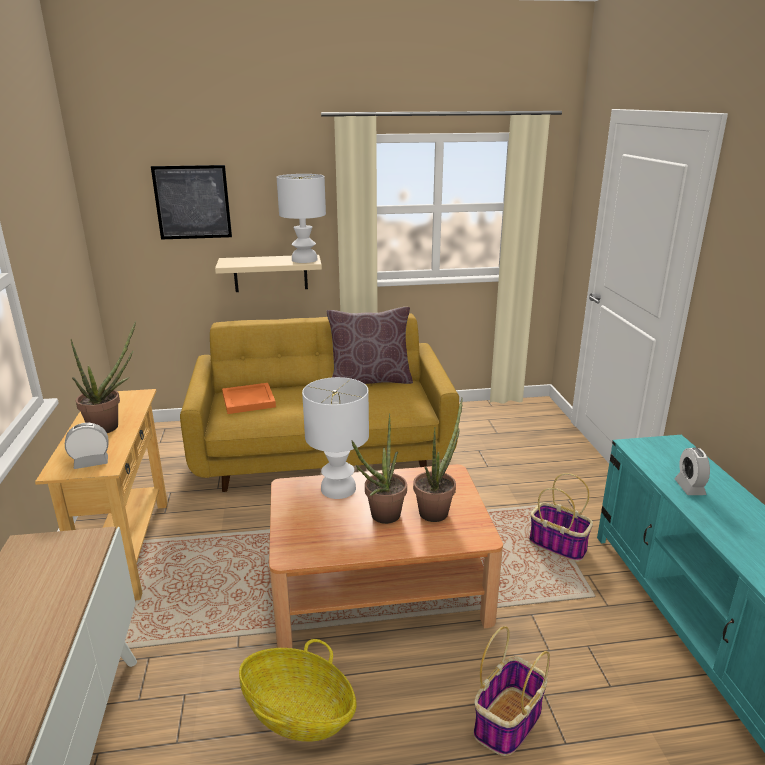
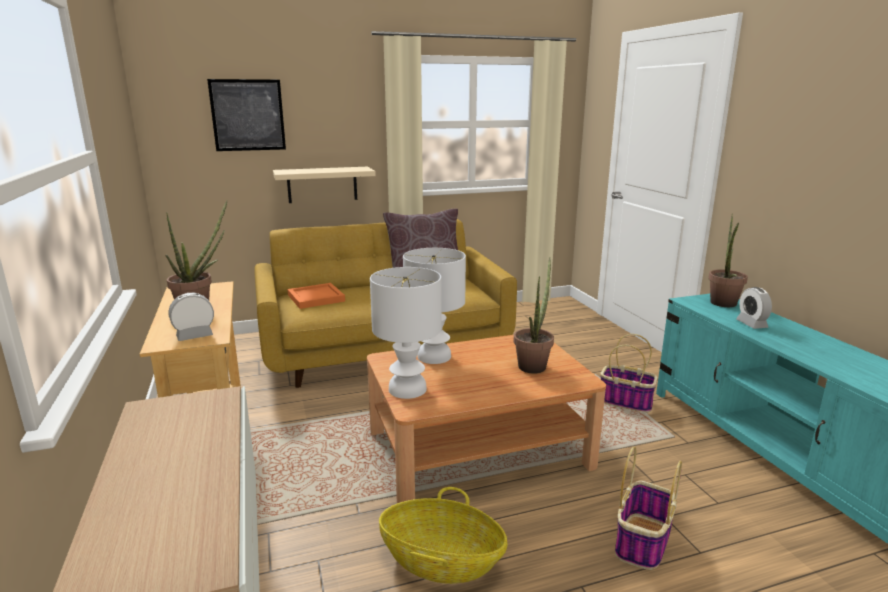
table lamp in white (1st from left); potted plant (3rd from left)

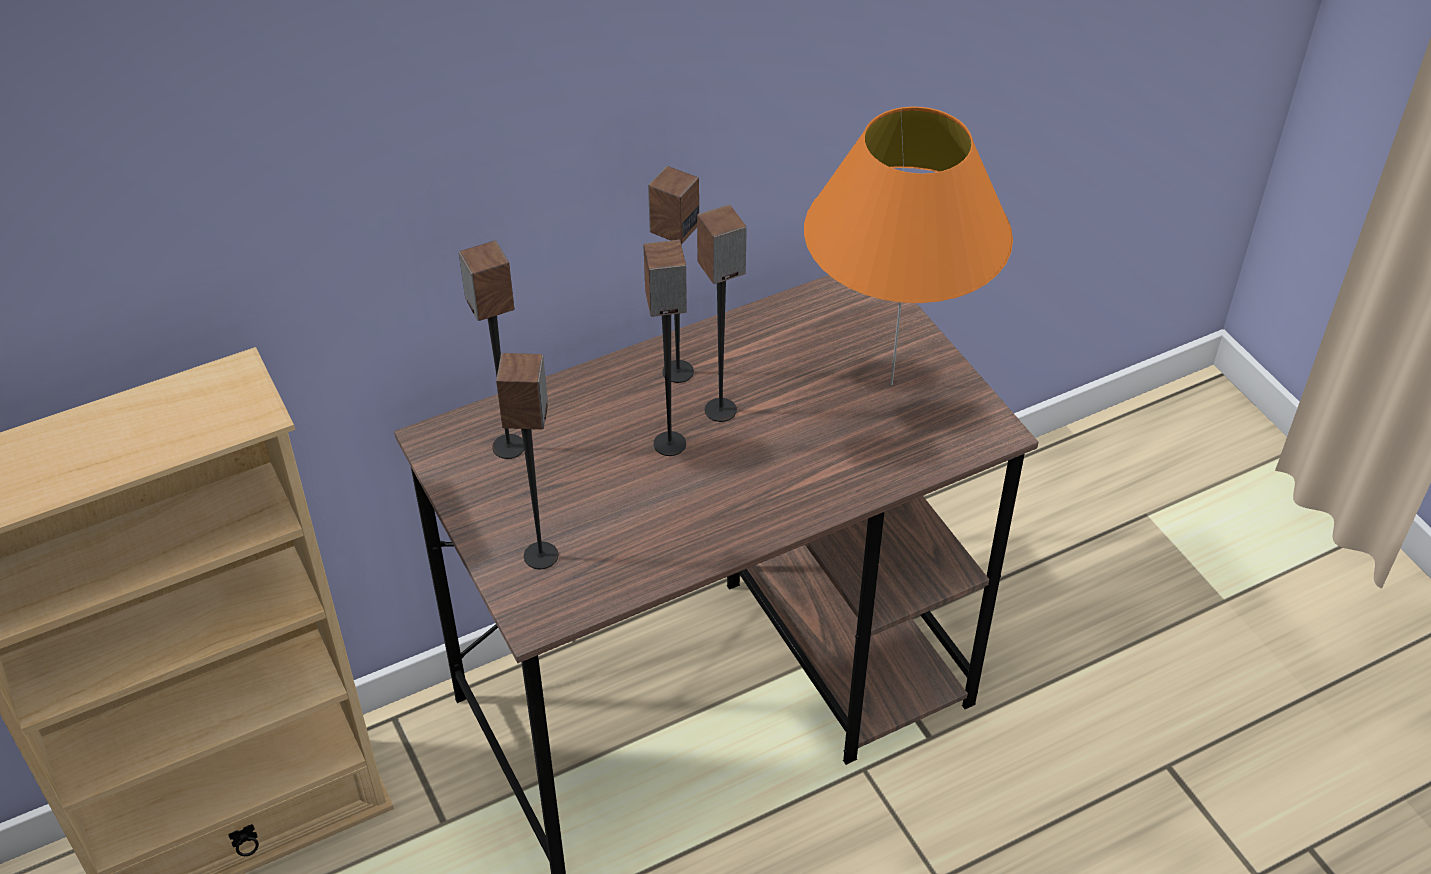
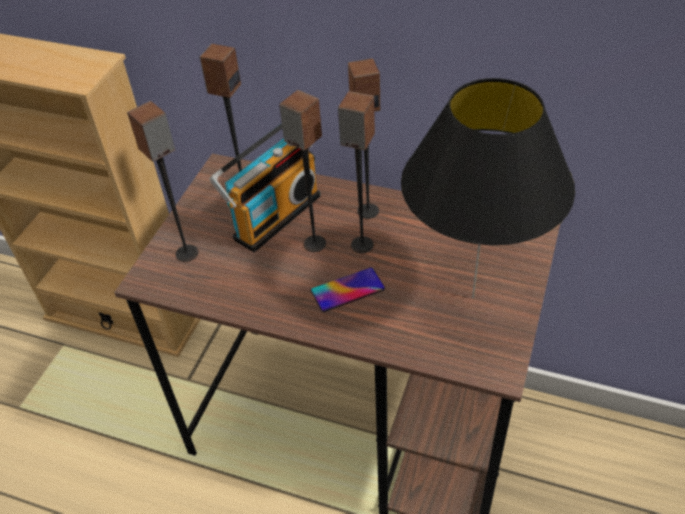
radio; phone; table lamp in black

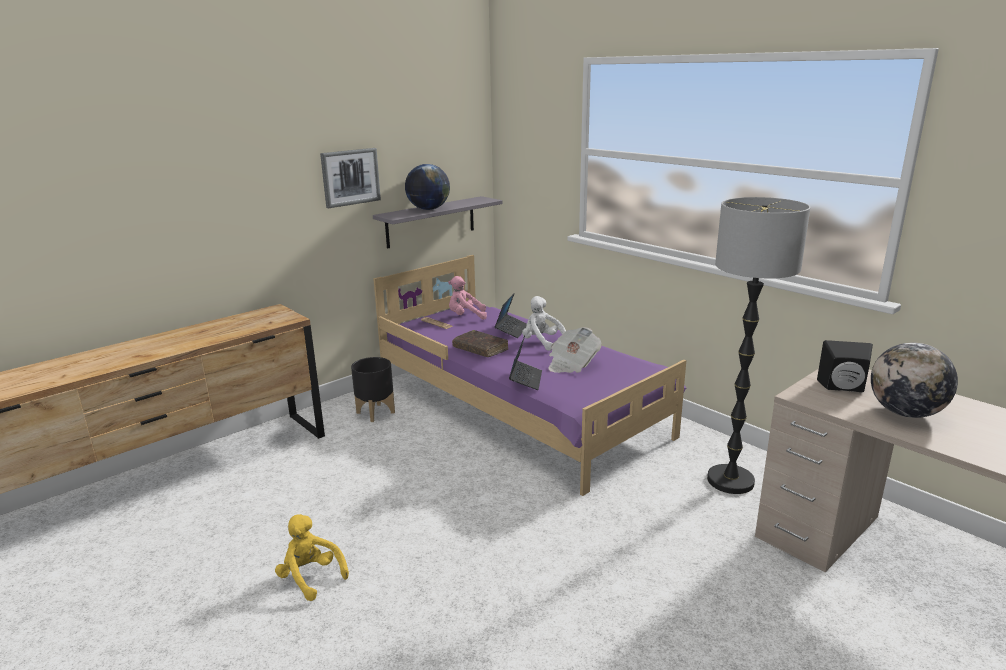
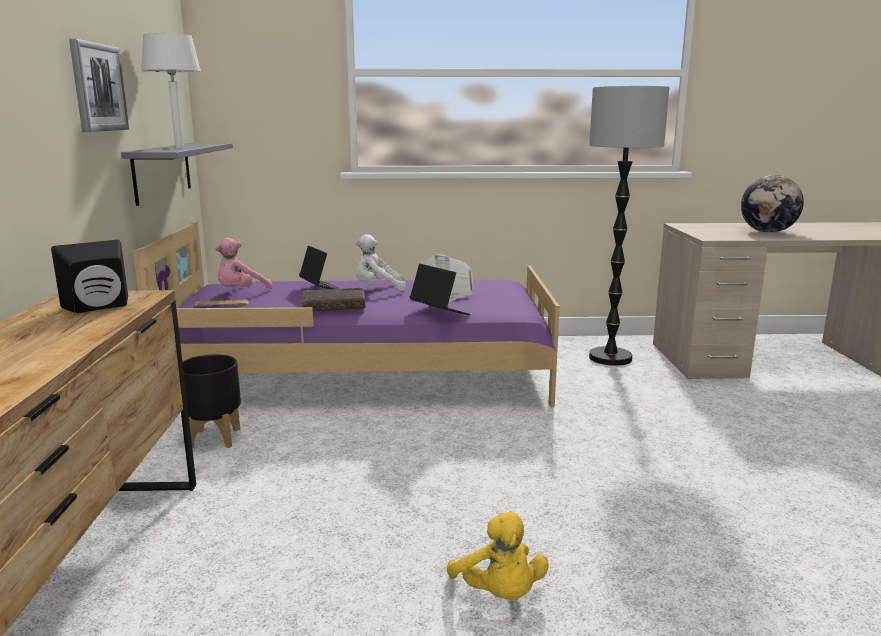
speaker in black; table lamp in white; plush toy in yellow

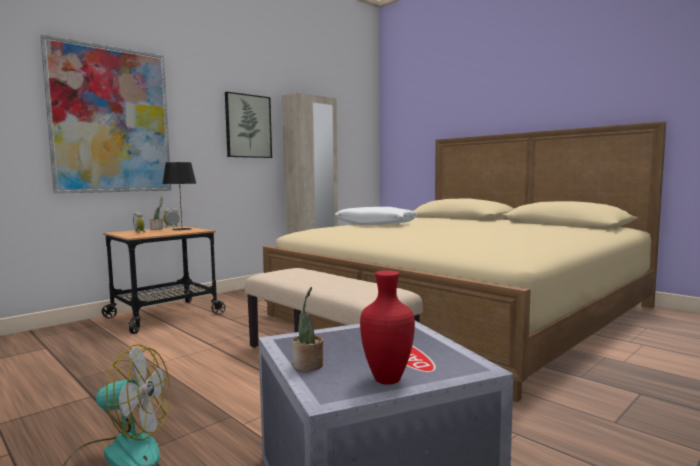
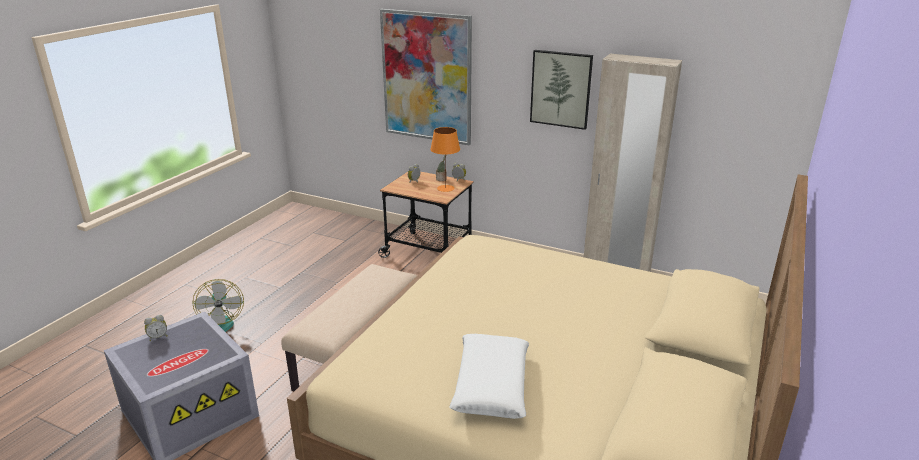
alarm clock (1st from left); table lamp in orange; pillow in white; vase in red

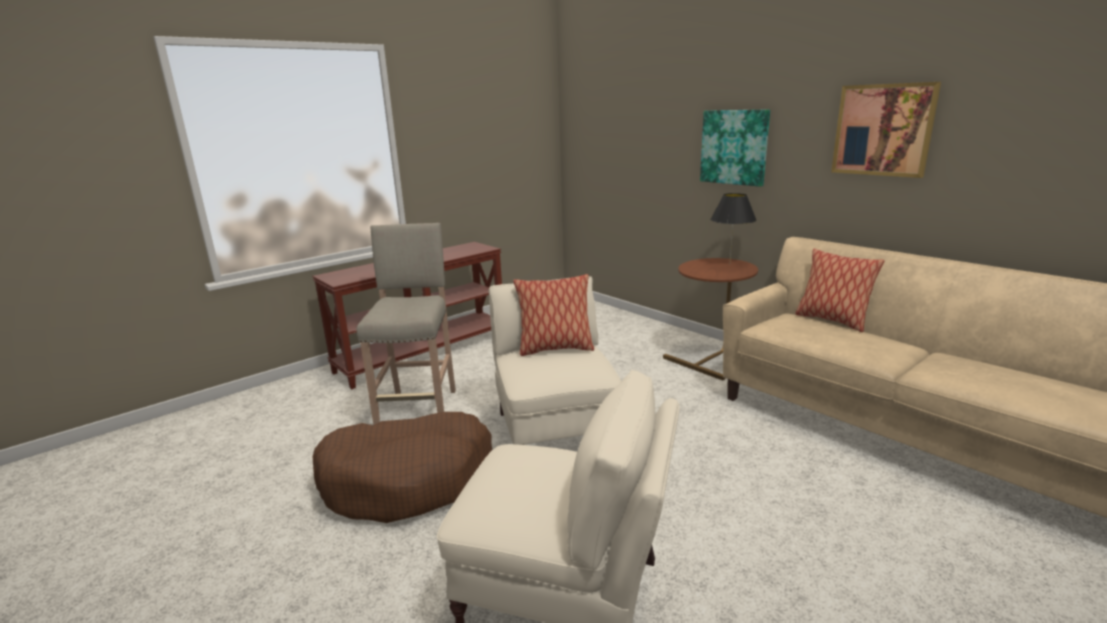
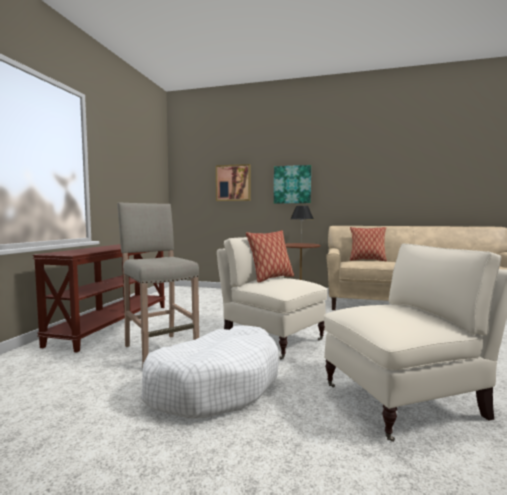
dog bed in white; picture (1st from left)

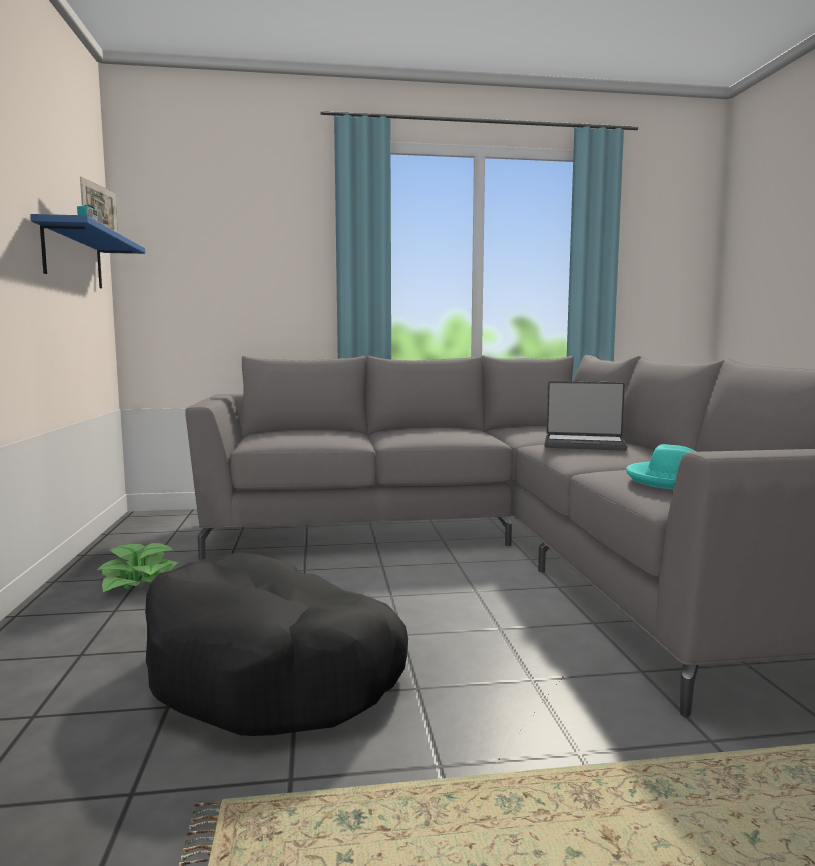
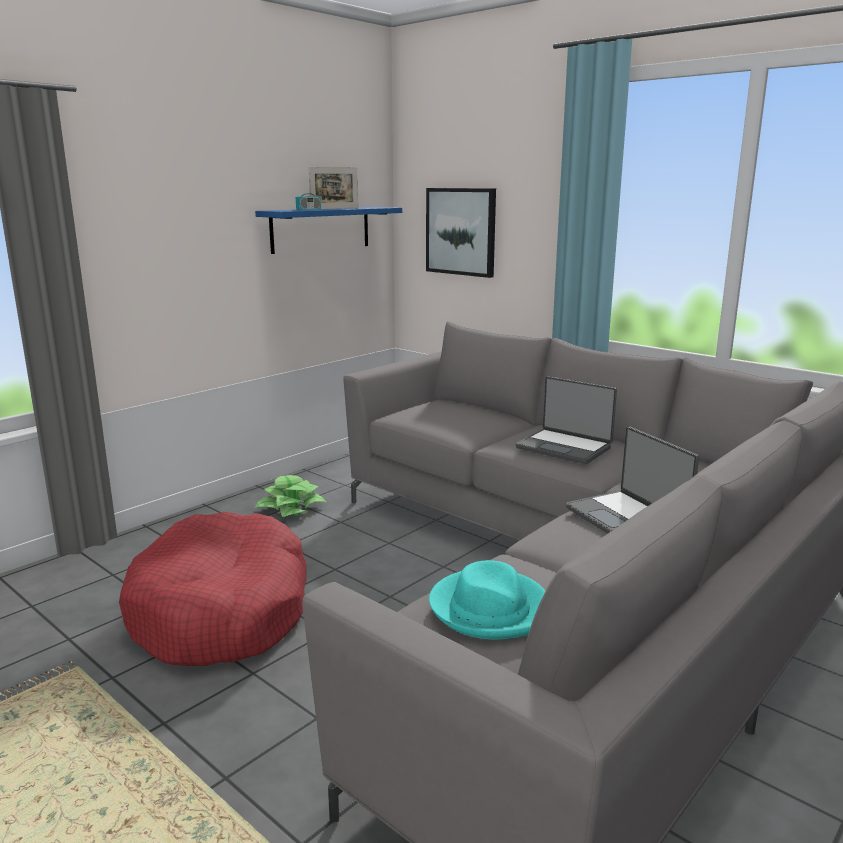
dog bed in red; picture; laptop (1st from left)

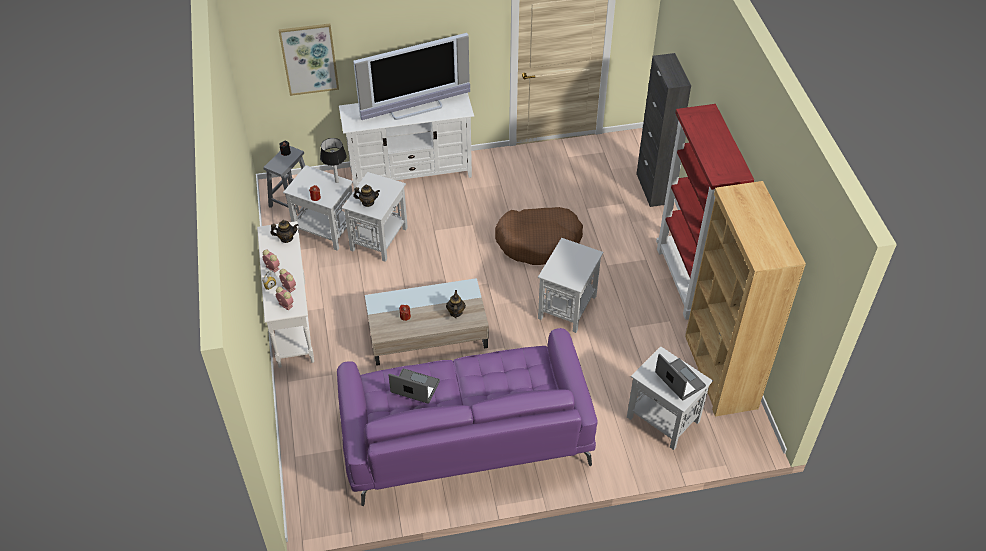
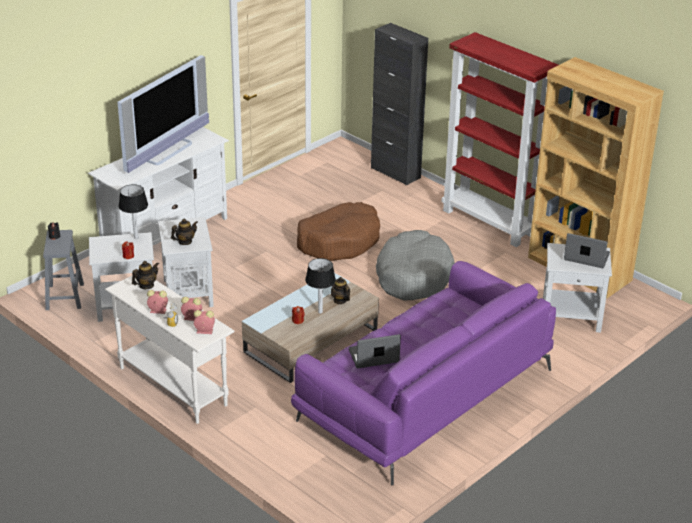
table lamp (2nd from left); dog bed in grey; picture

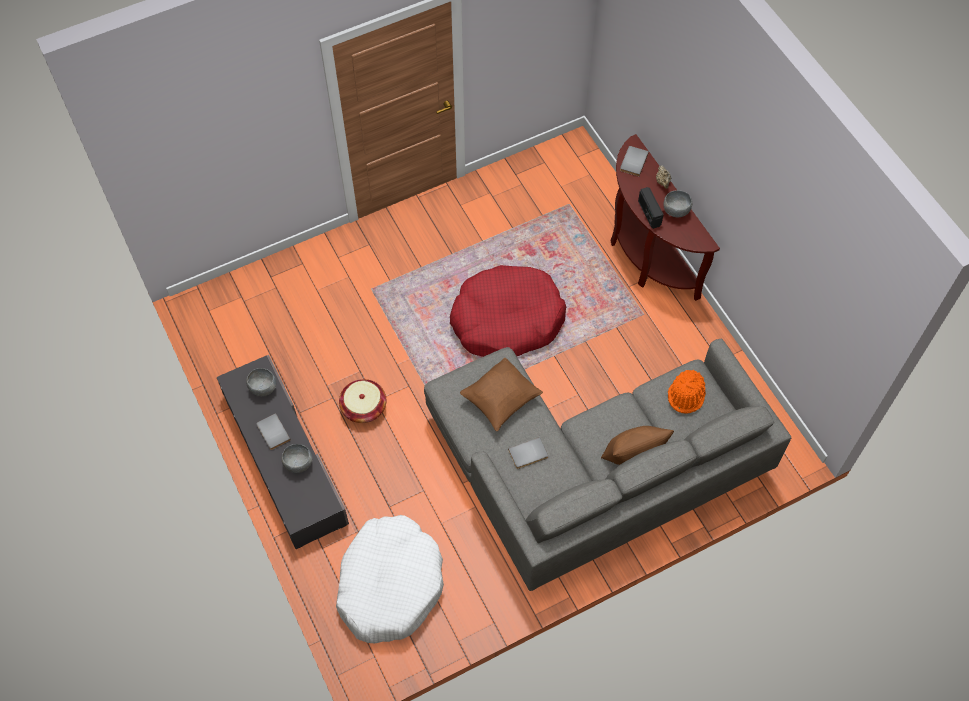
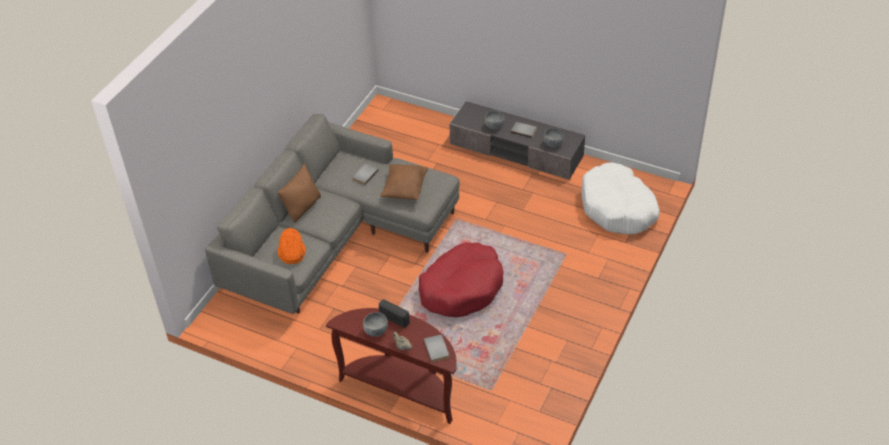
dog bed in white; basket

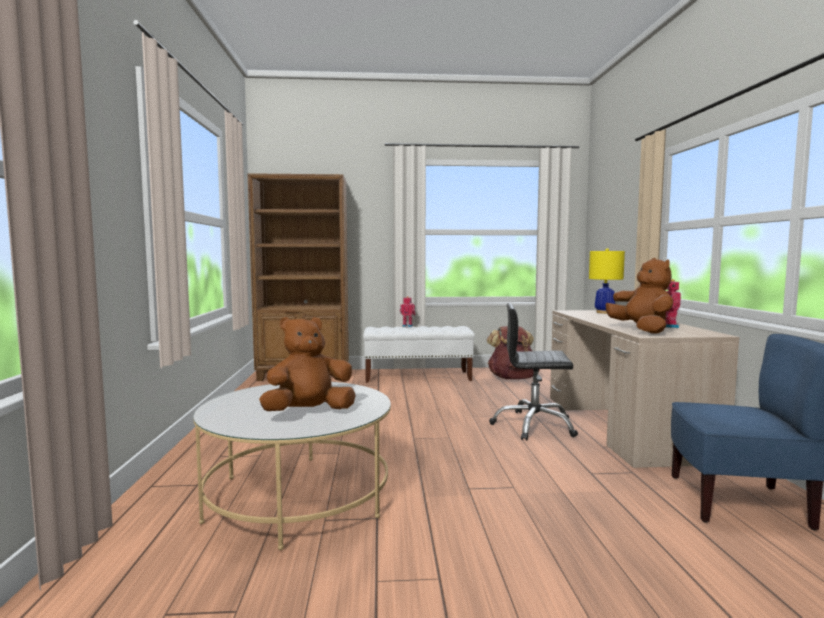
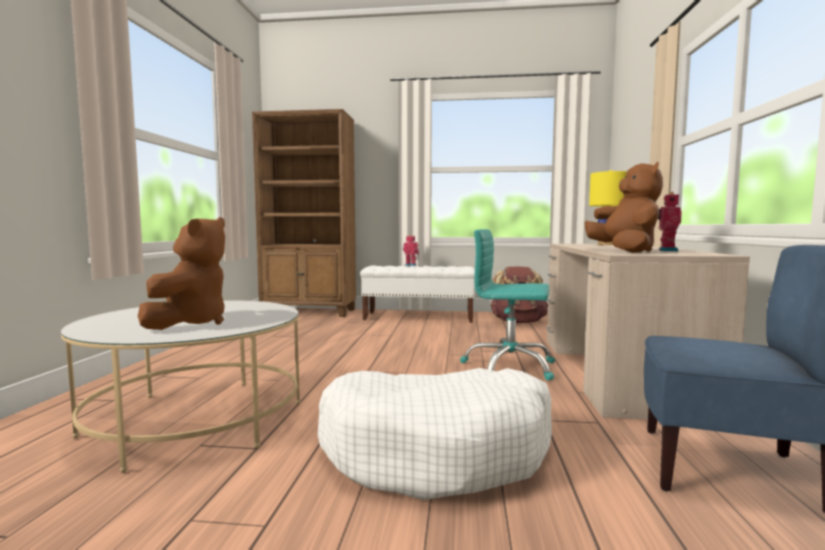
plush toy in brown (1st from left); dog bed in white; office chair in turquoise

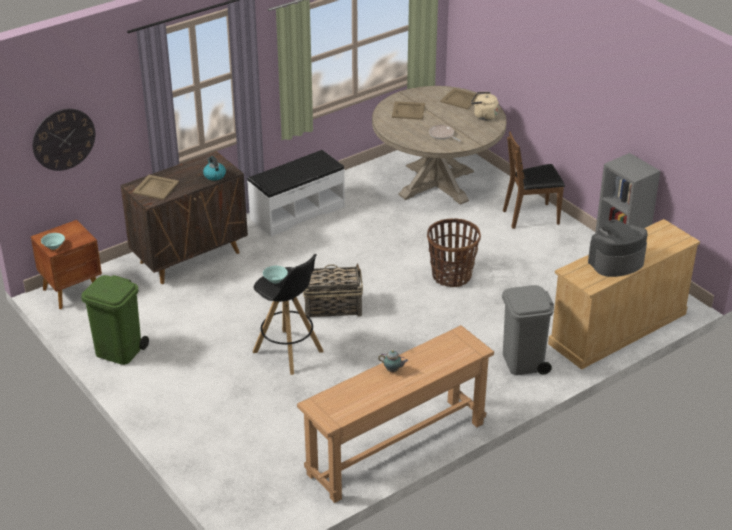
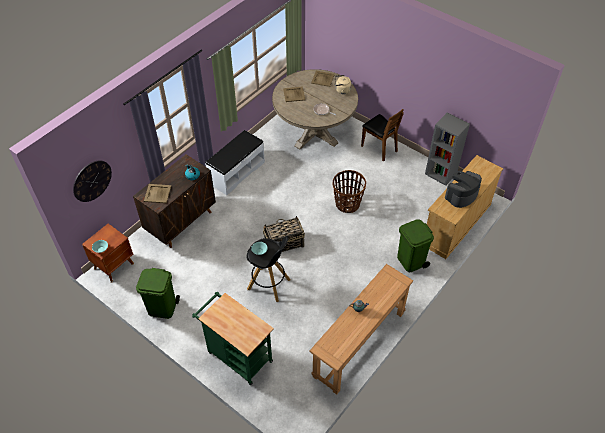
cart in green; chair in brown; trash can in green (2nd from left)

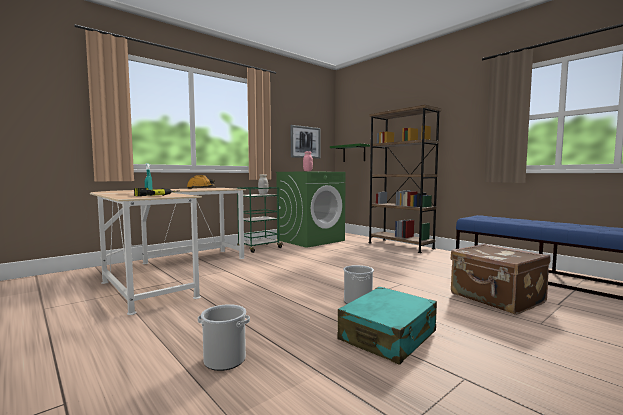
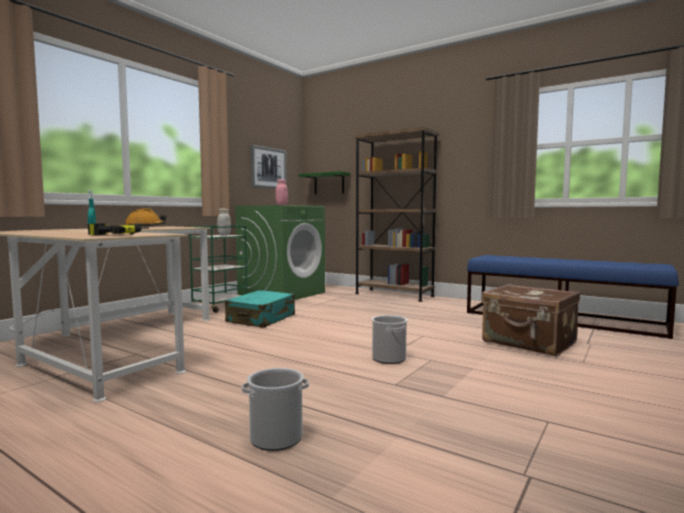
suitcase in turquoise

